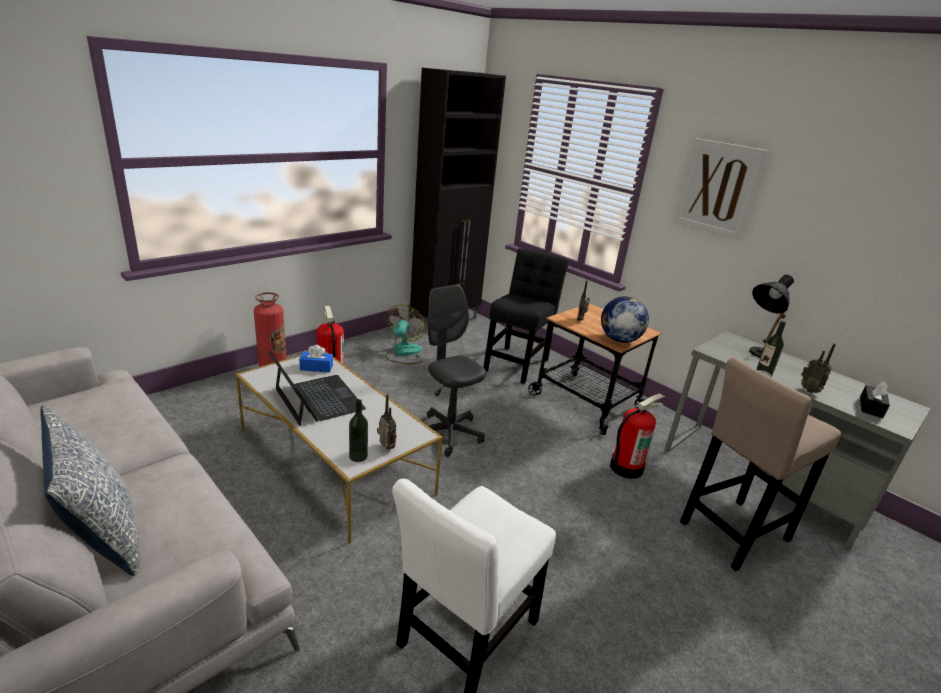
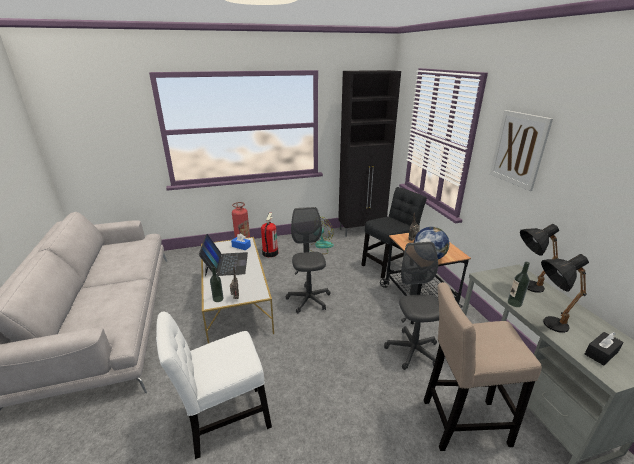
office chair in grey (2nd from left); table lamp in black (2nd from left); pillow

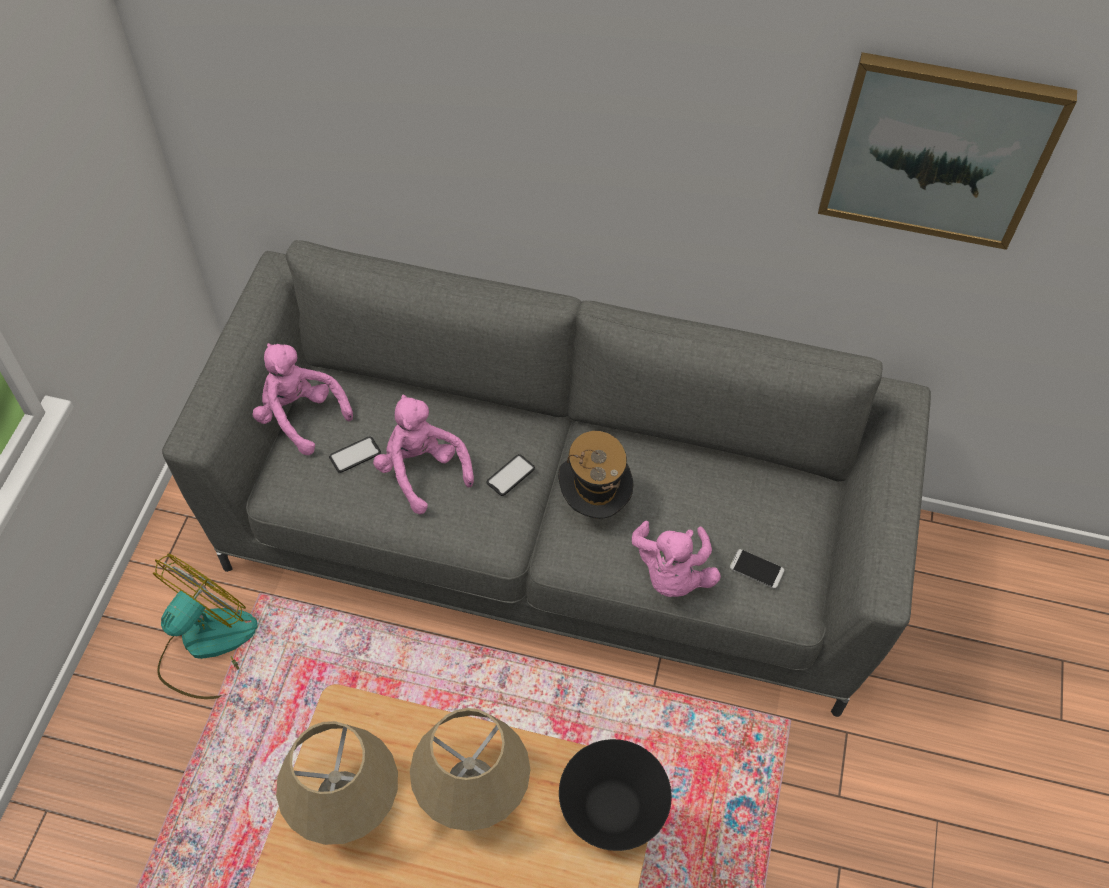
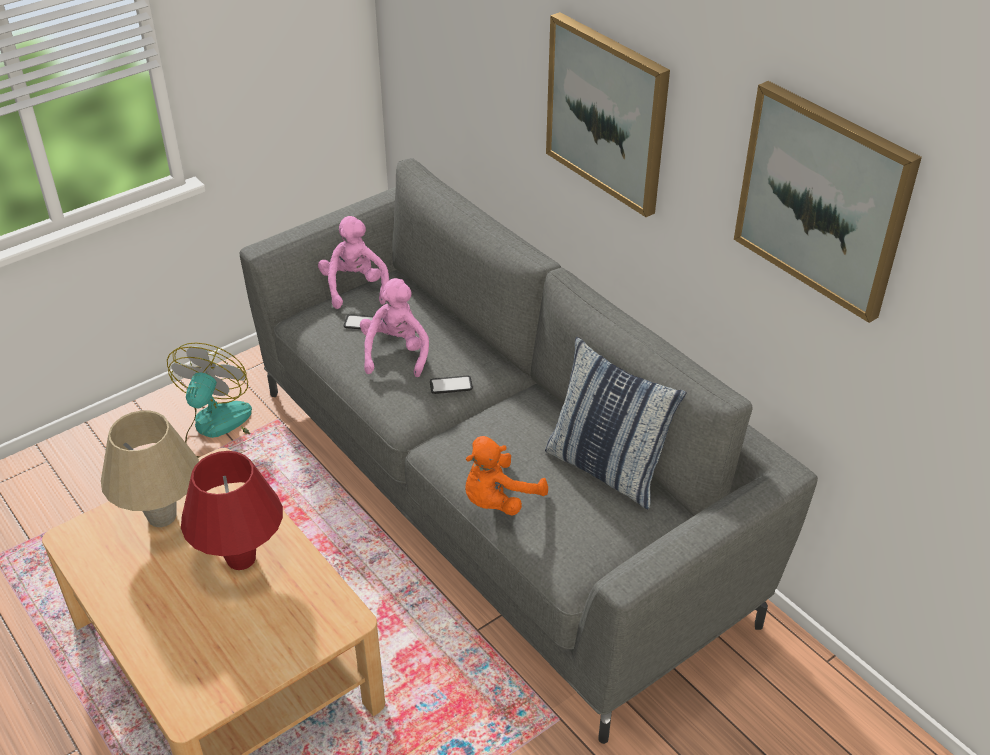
fan; table lamp in red; plush toy in orange; pillow; picture (1st from left); hat; bowl in black; phone (3rd from left in the first image)

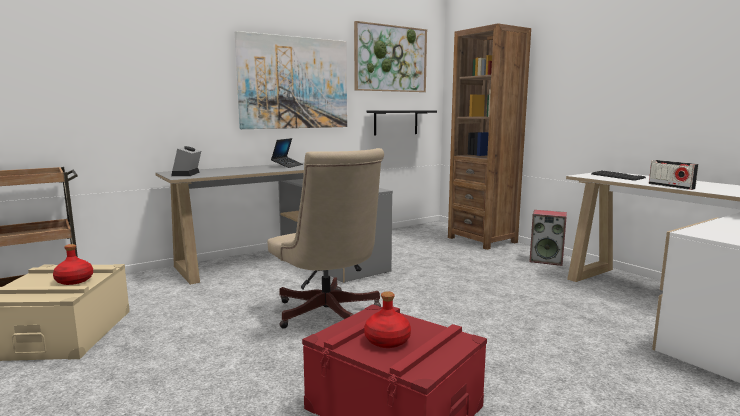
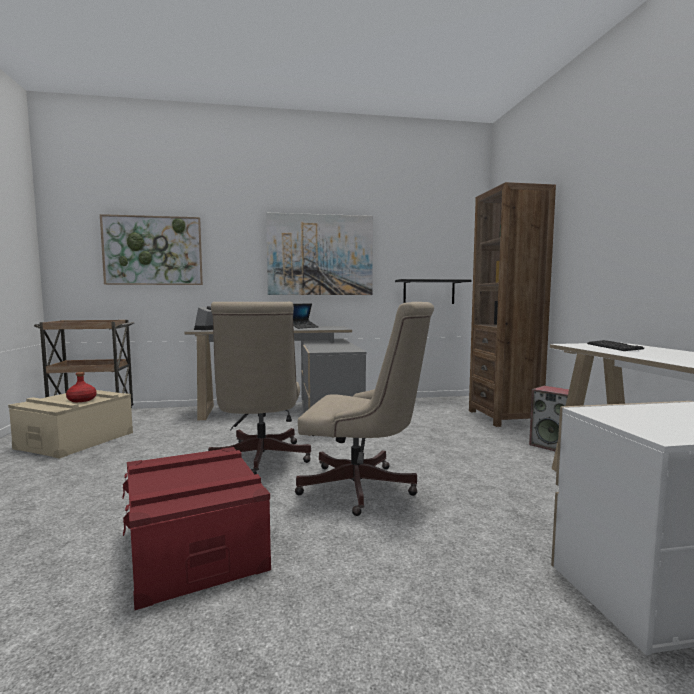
picture (1st from left); office chair in beige (2nd from left); bottle in red (2nd from left in the first image); radio

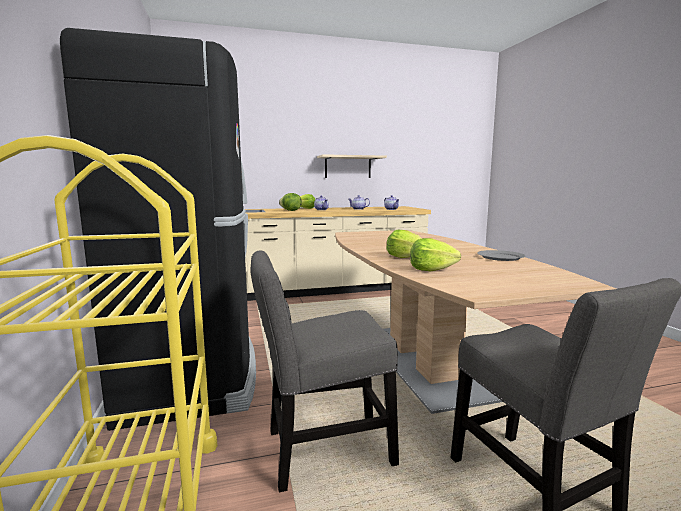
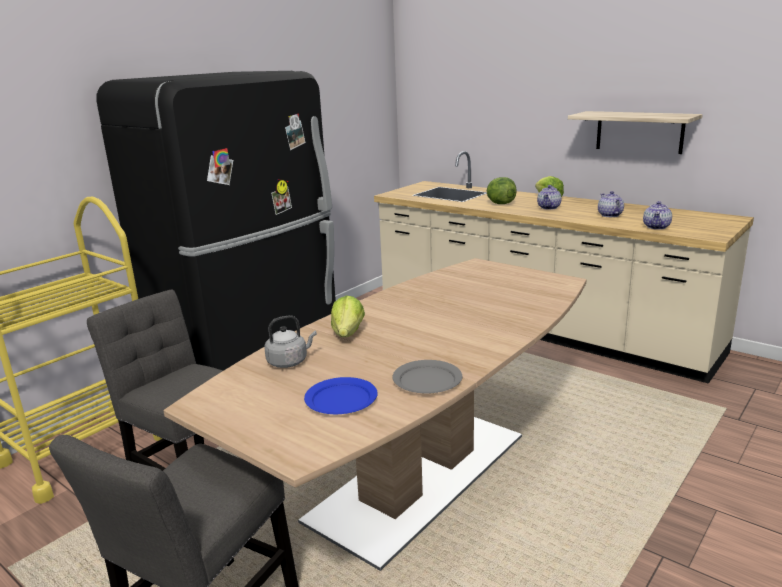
kettle in grey; plate in blue

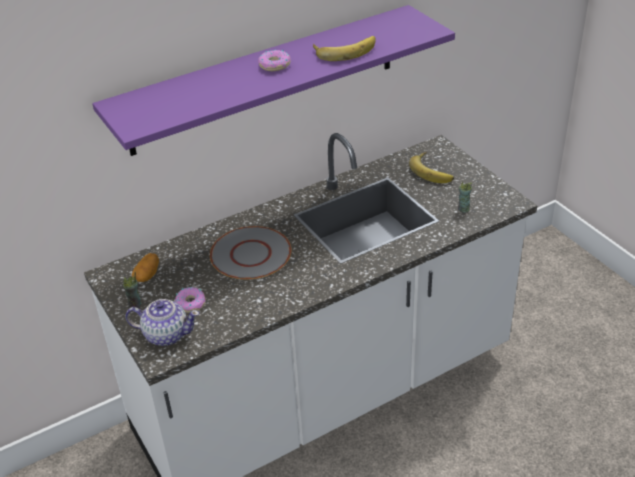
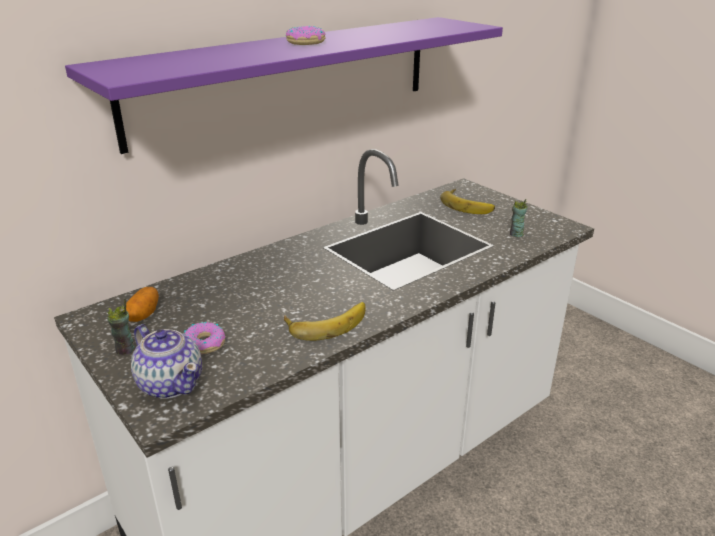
teapot; banana (1st from left); plate in grey

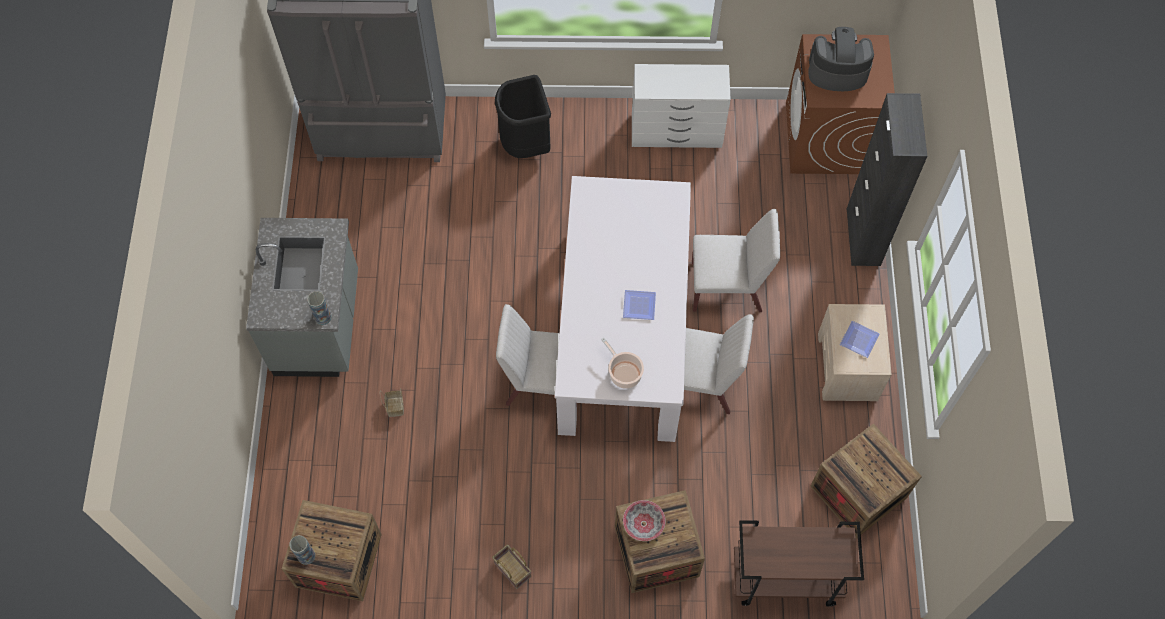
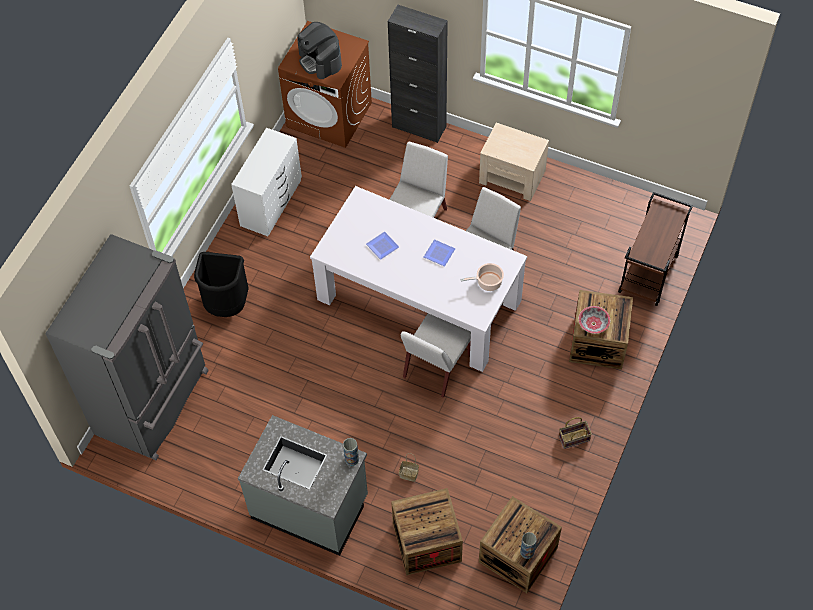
coffee machine; plate (1st from left); crate (1st from left)

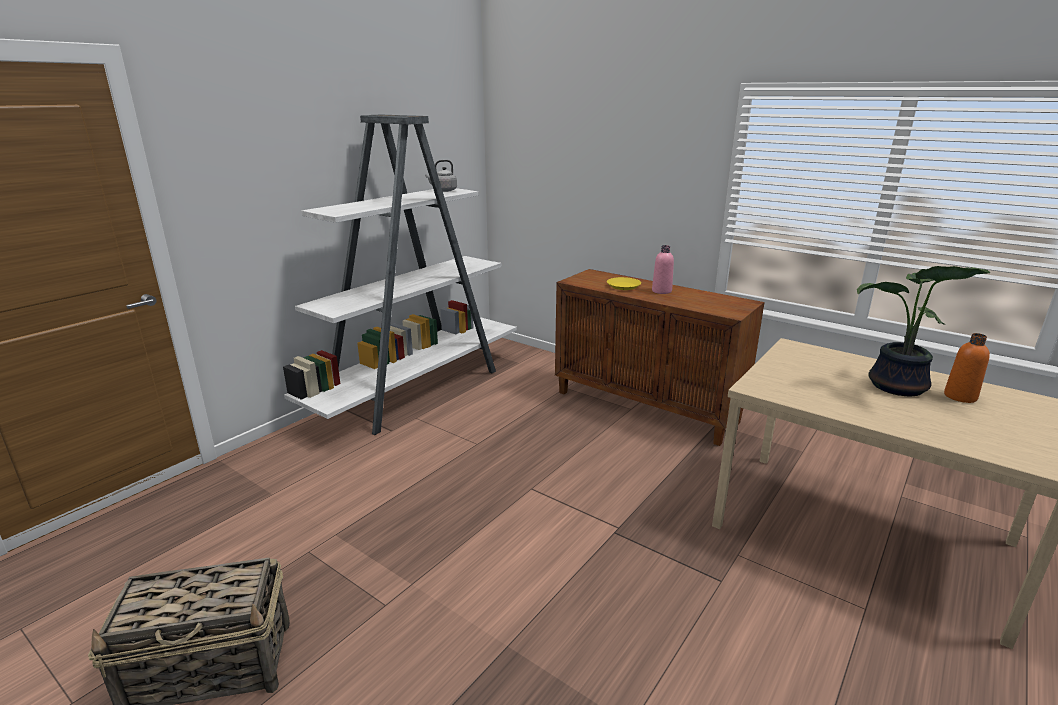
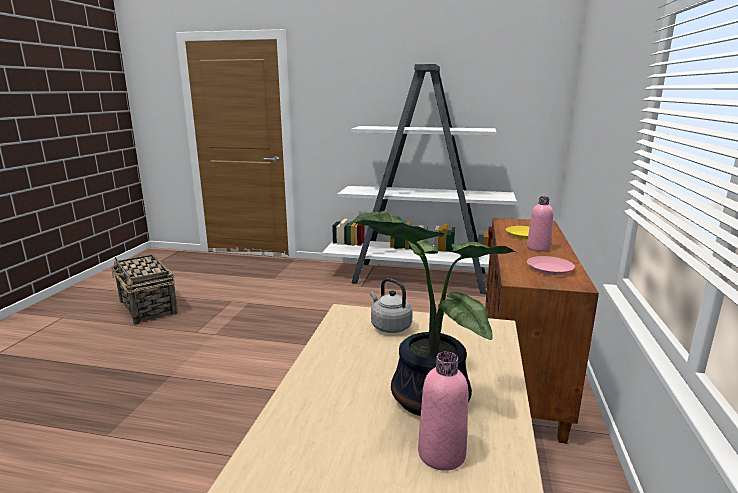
kettle in grey; bottle in pink (1st from left); plate in pink

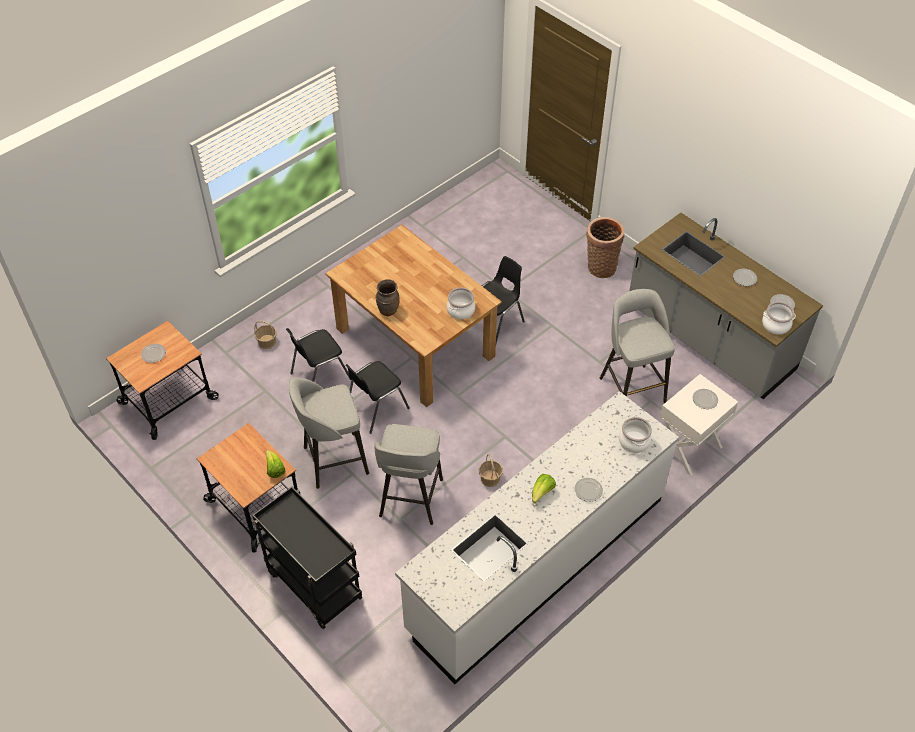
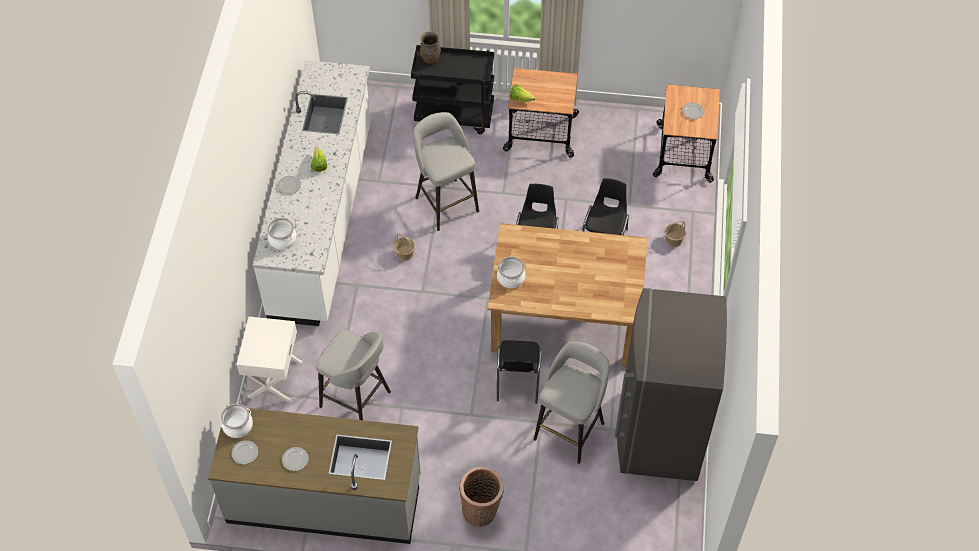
vase in brown; stool in grey (3rd from left); fridge in grey; plate (3rd from left in the first image)

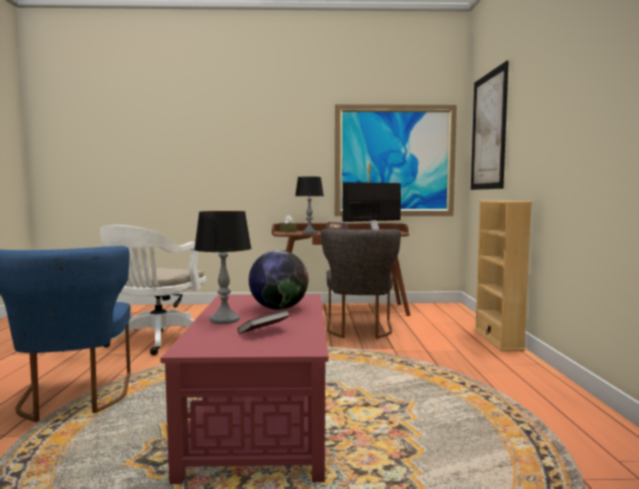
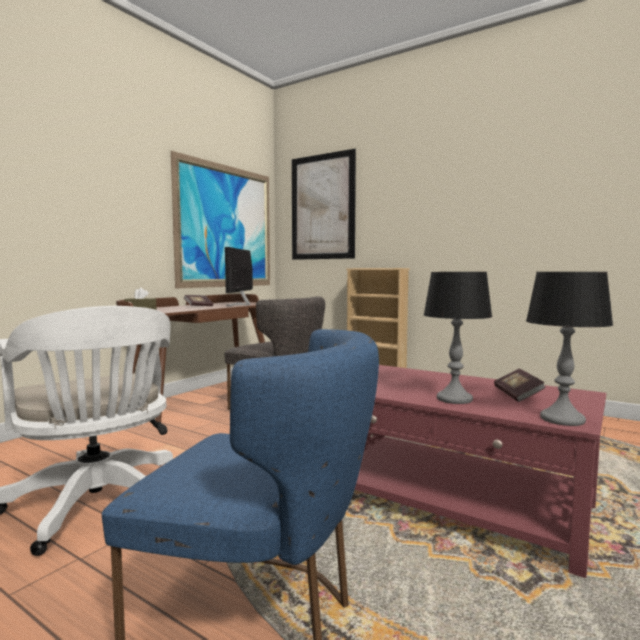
table lamp (2nd from left); globe

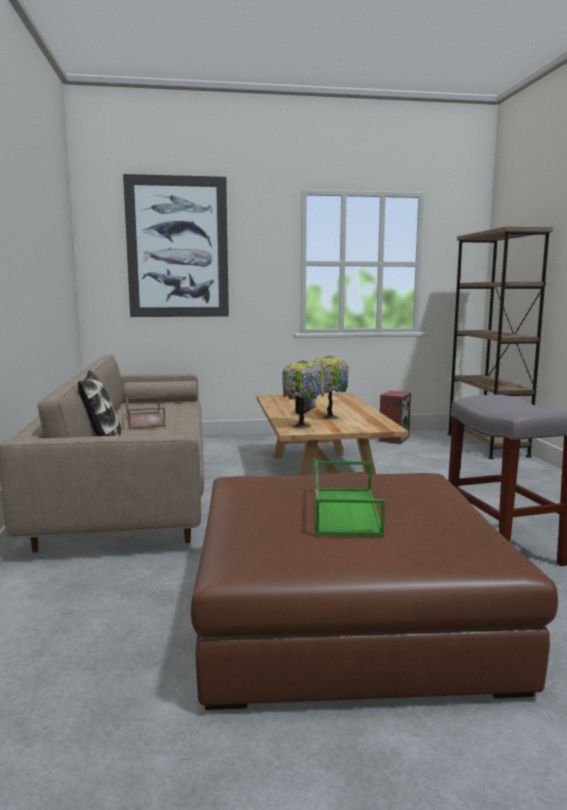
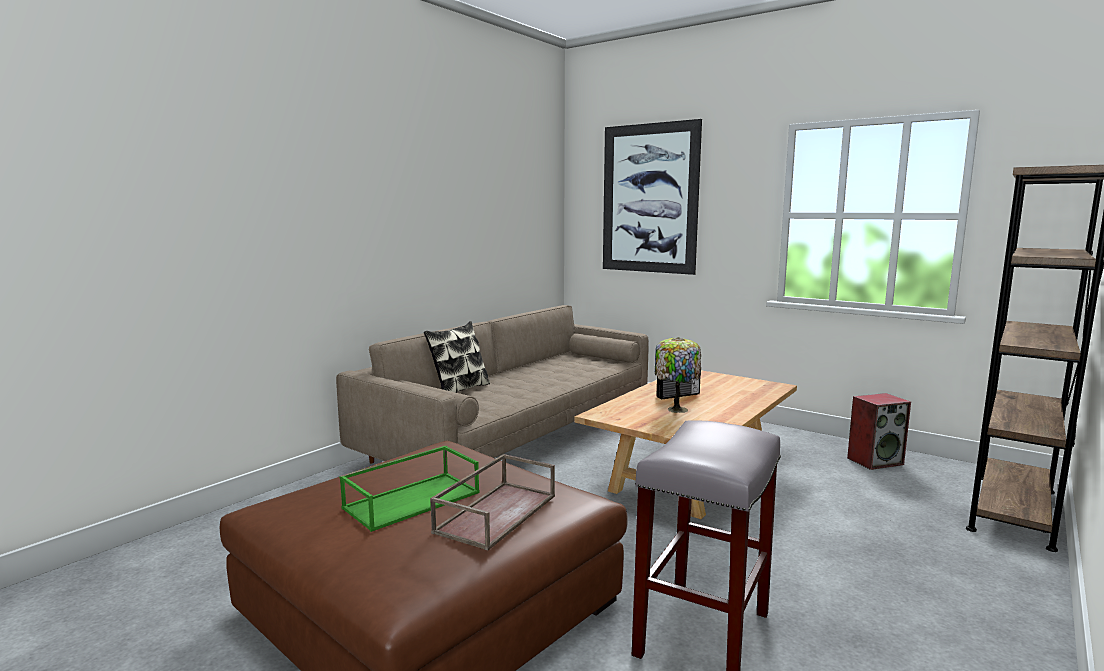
tray in brown; table lamp (1st from left in the first image)

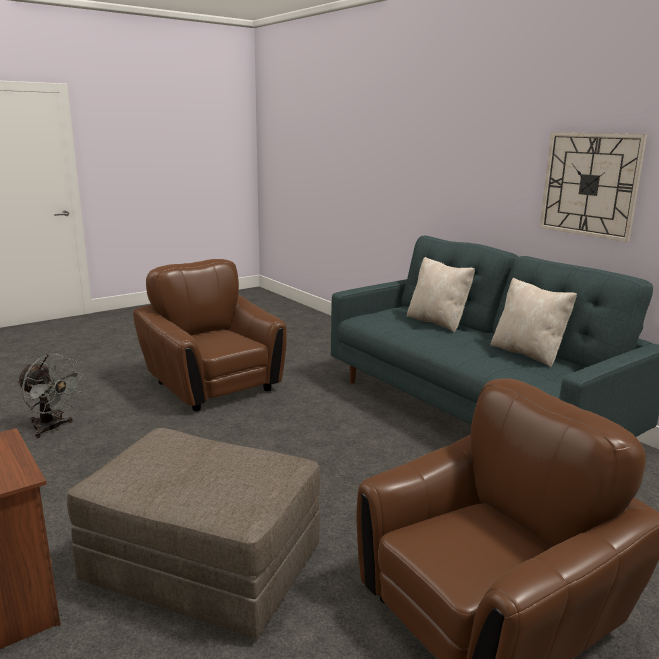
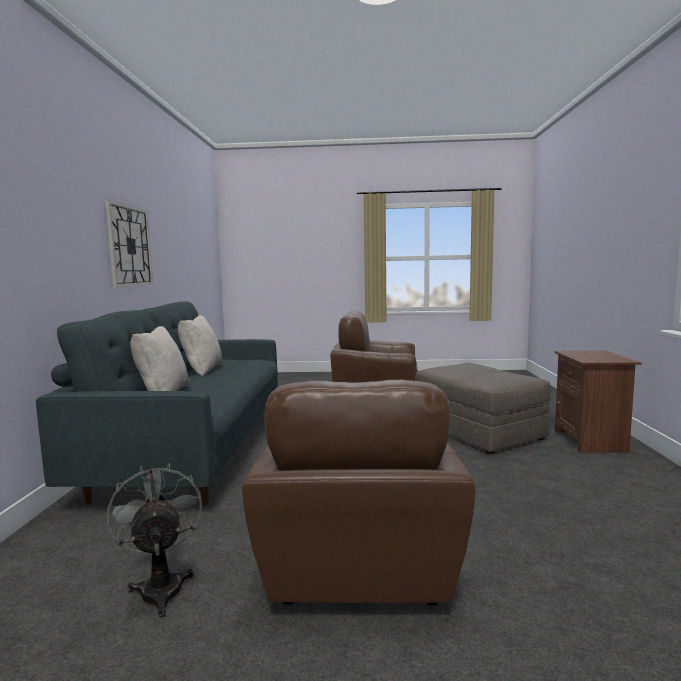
fan in grey

